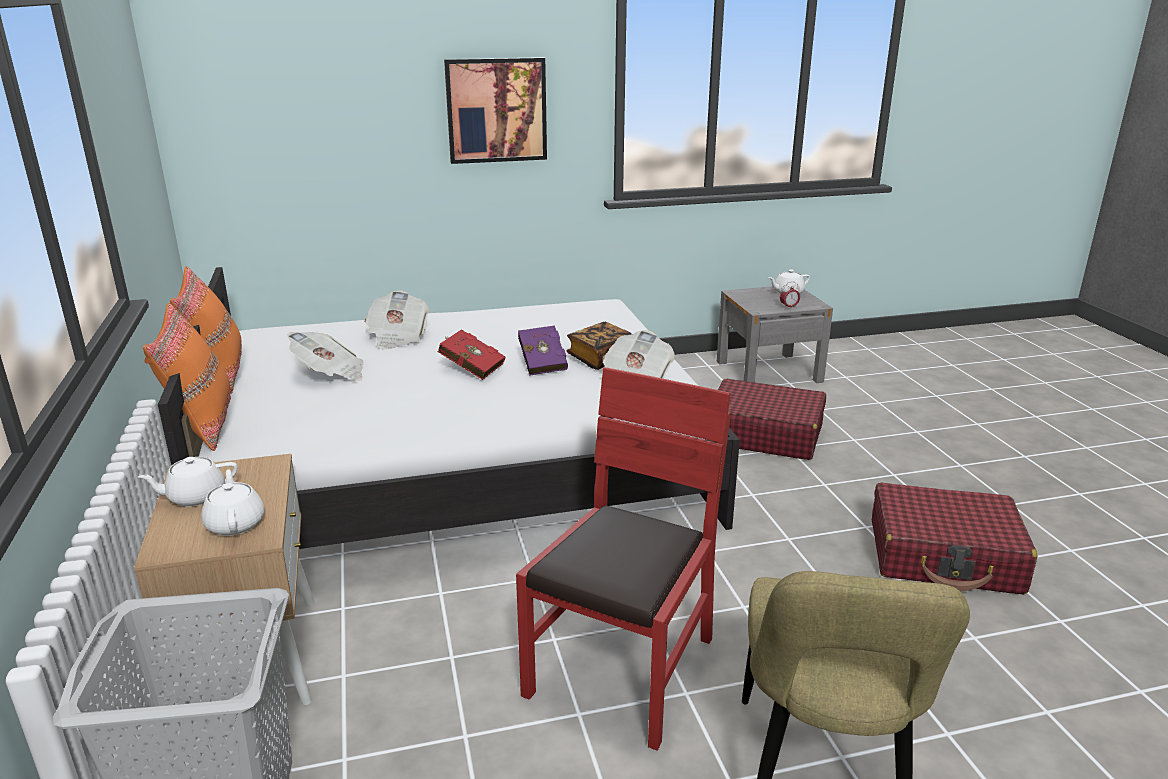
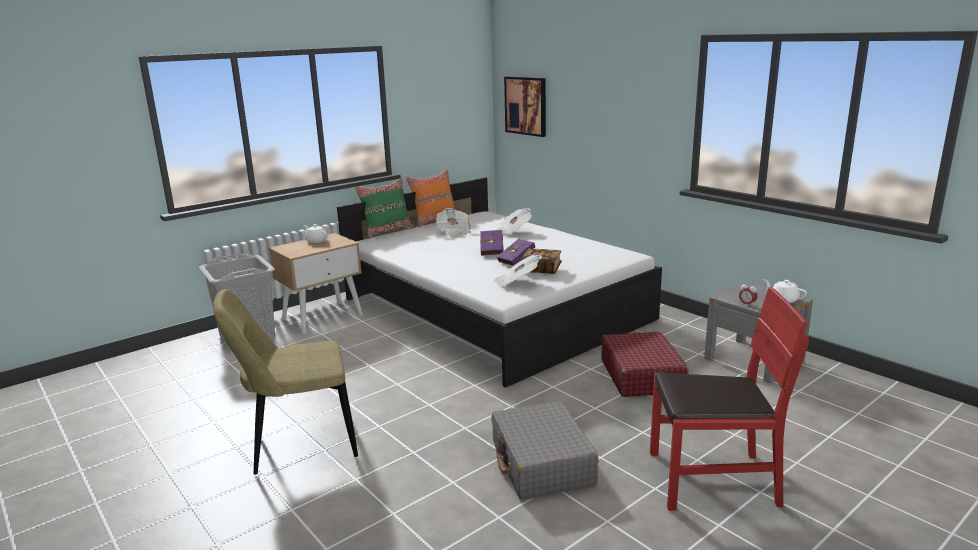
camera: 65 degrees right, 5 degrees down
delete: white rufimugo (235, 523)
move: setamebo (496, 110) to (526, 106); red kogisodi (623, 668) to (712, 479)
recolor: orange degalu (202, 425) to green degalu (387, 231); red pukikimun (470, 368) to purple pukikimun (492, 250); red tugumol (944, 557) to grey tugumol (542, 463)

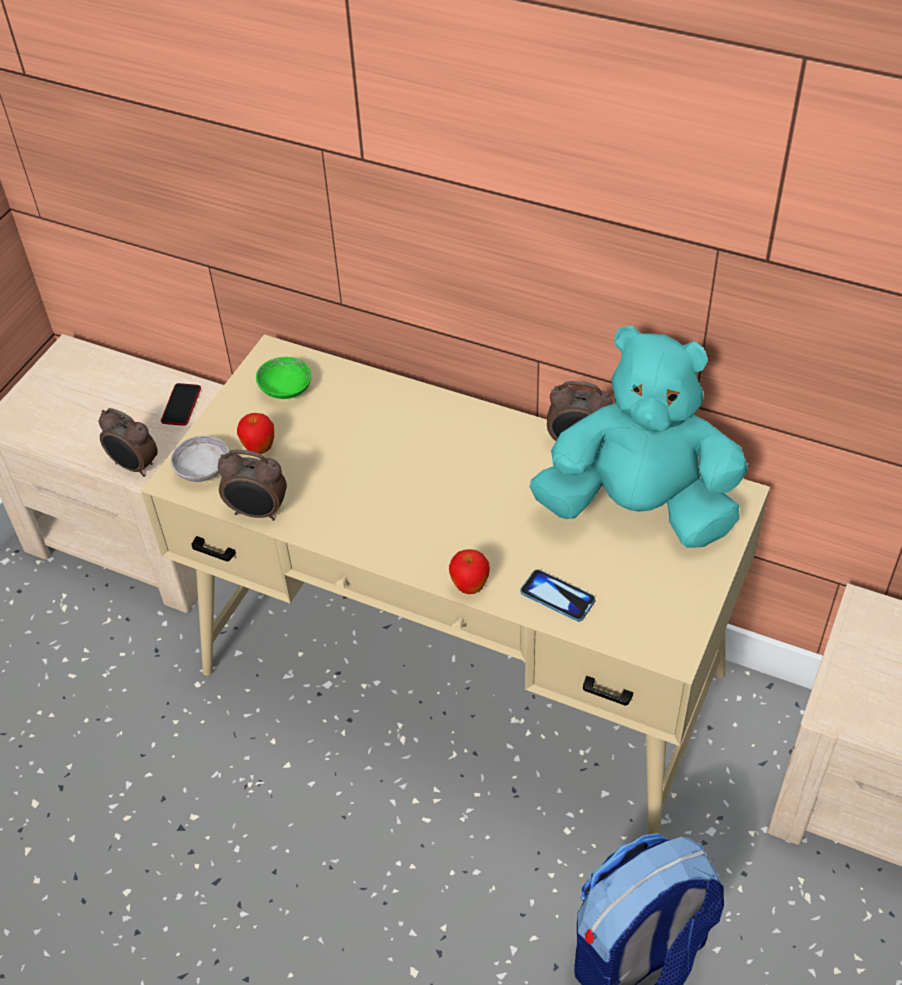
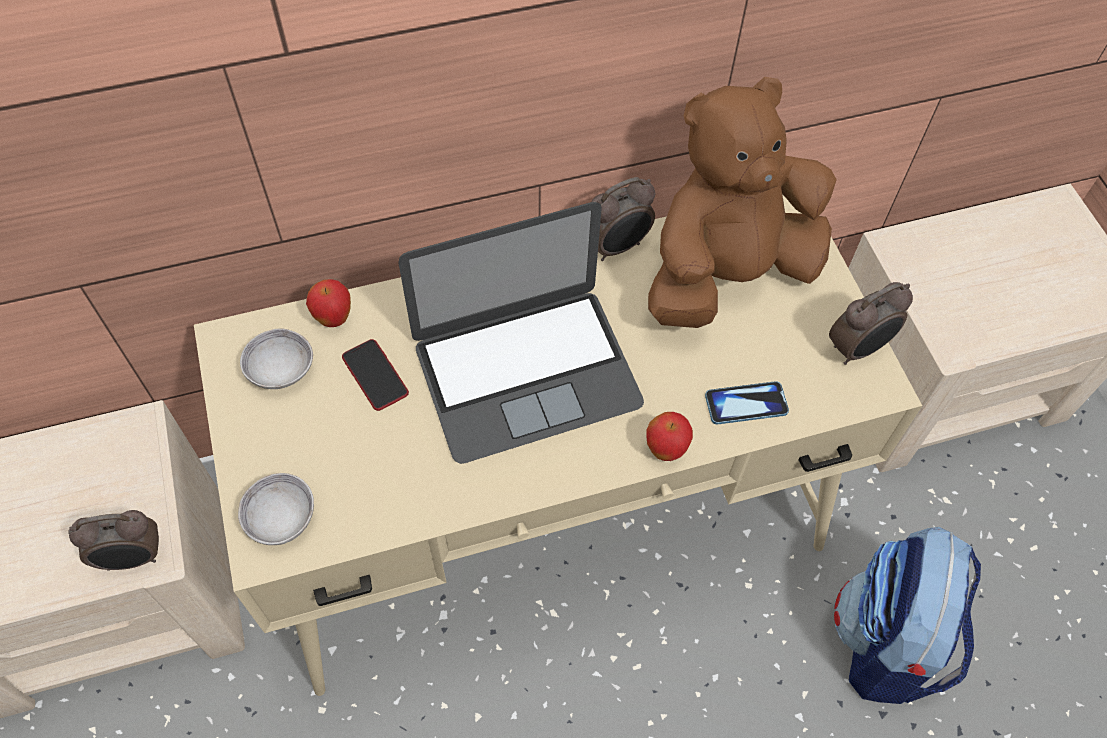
camera: 45 degrees left, 10 degrees up
insert: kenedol (527, 373)
move: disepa (181, 405) to (375, 375); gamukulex (259, 449) to (334, 319); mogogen (257, 512) to (858, 349)
recolor: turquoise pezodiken (639, 508) to brown pezodiken (727, 273); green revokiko (285, 389) to grey revokiko (281, 370)

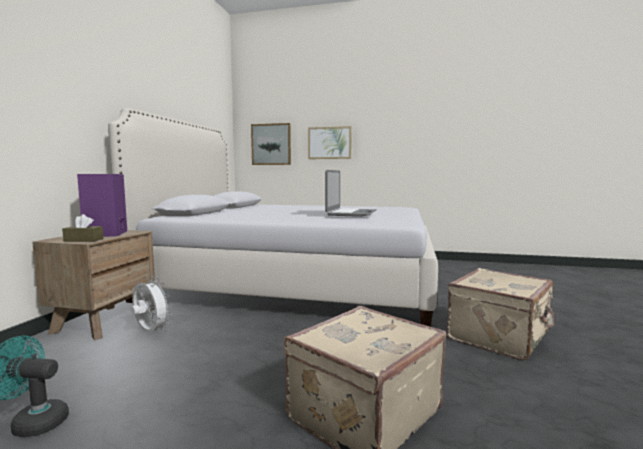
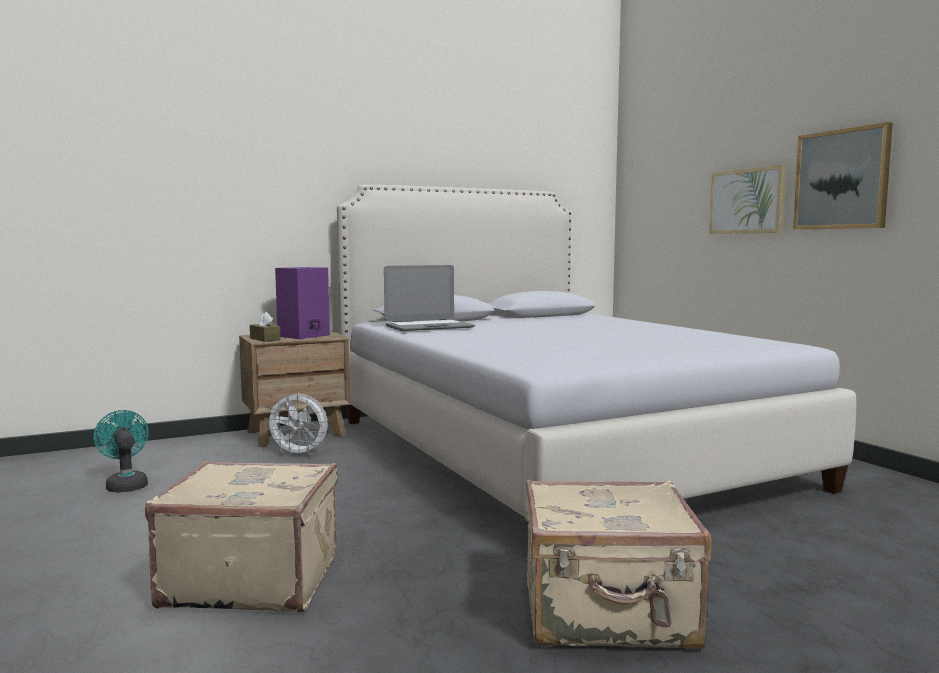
camera: 50 degrees right, 0 degrees up
move: setamebo (271, 144) to (842, 179); kenedol (351, 213) to (428, 327)
rotate: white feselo (150, 332) = (299, 454) 105 degrees clockwise

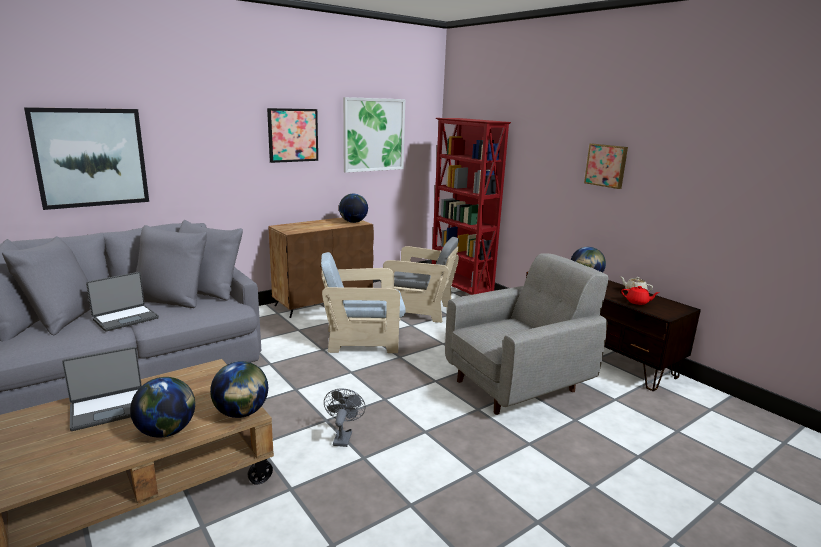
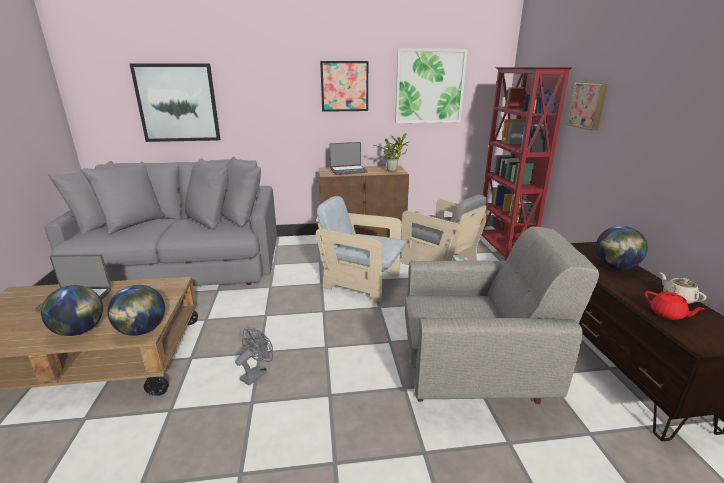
camera: 30 degrees right, 5 degrees up
move: setamebo (606, 165) to (588, 105); kenedol (125, 318) to (348, 170)
replace: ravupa (353, 222) to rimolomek (393, 170)

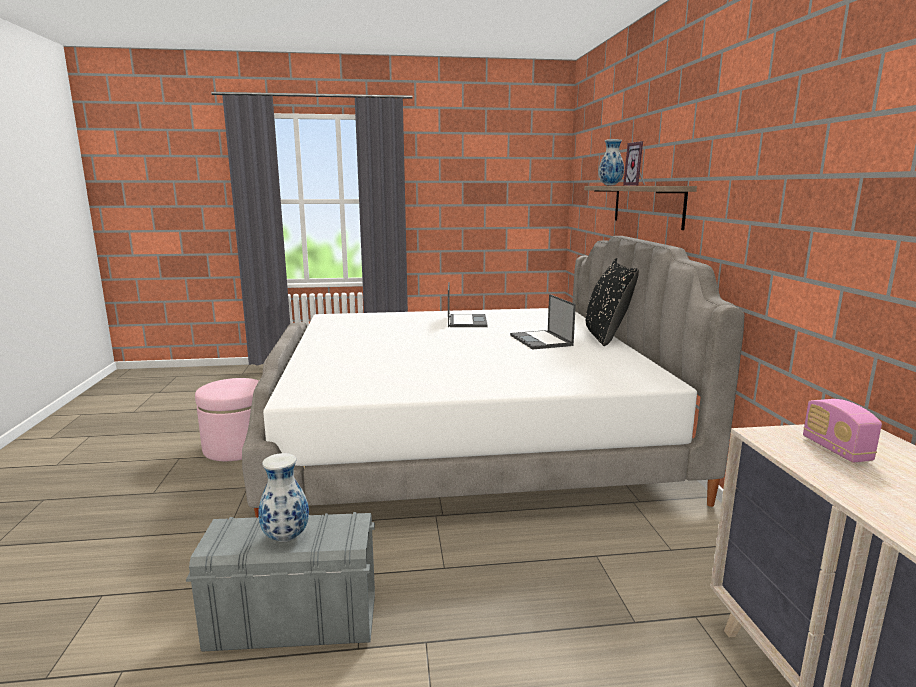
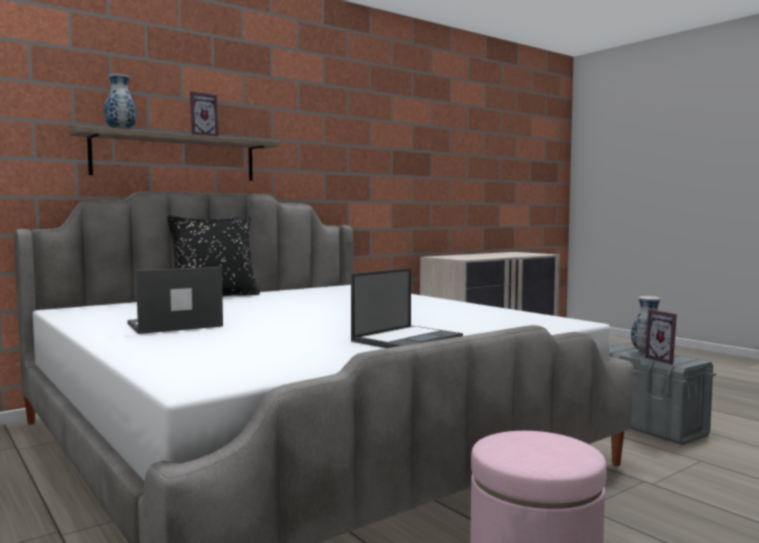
camera: 120 degrees left, 10 degrees down
delete: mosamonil (836, 450)
insert: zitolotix (665, 360)
move: kenedol (541, 340) to (407, 339)

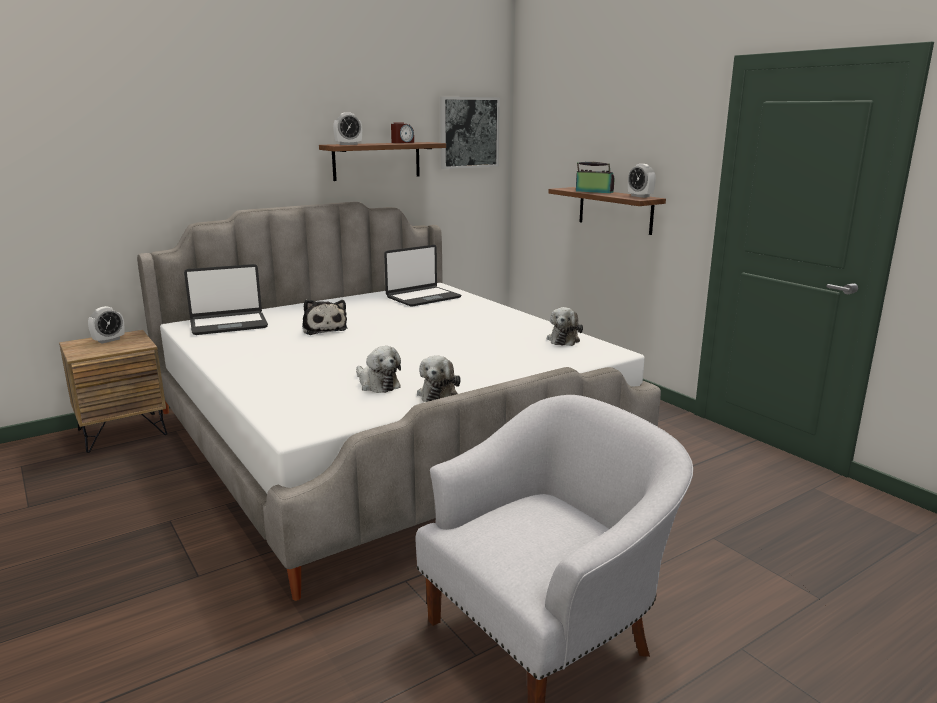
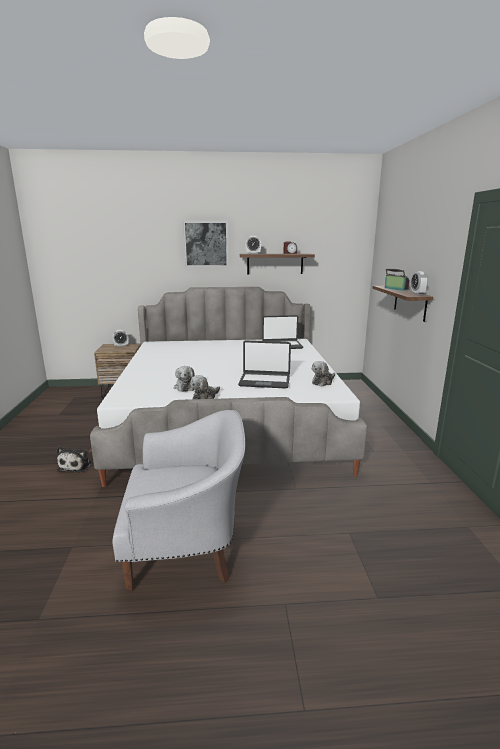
camera: 30 degrees right, 0 degrees up
move: setamebo (469, 132) to (206, 244); kenedol (228, 324) to (264, 381); pezodiken (324, 329) to (76, 465)

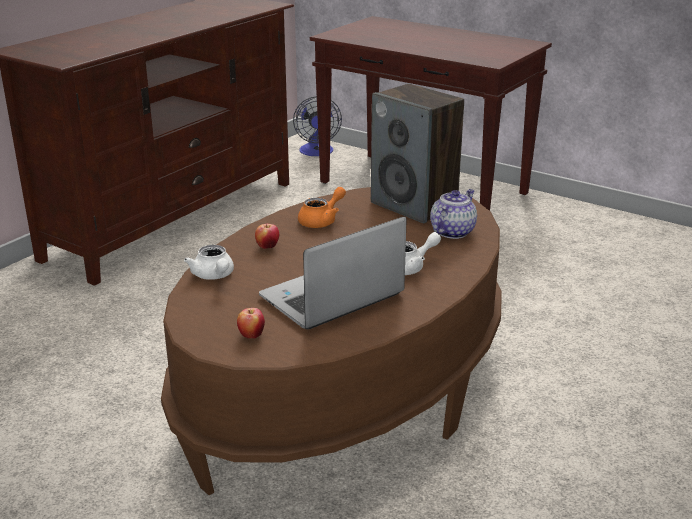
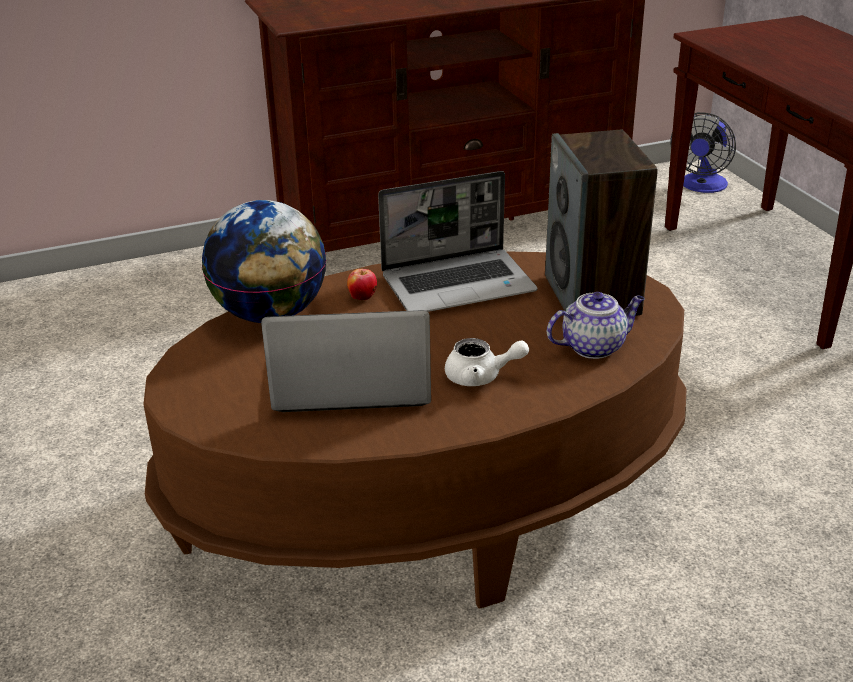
camera: 35 degrees right, 5 degrees up
delete: gamukulex (251, 335)
replace: orange rufimugo (322, 221) to kenedol (459, 283); white rufimugo (214, 276) to ravupa (270, 314)

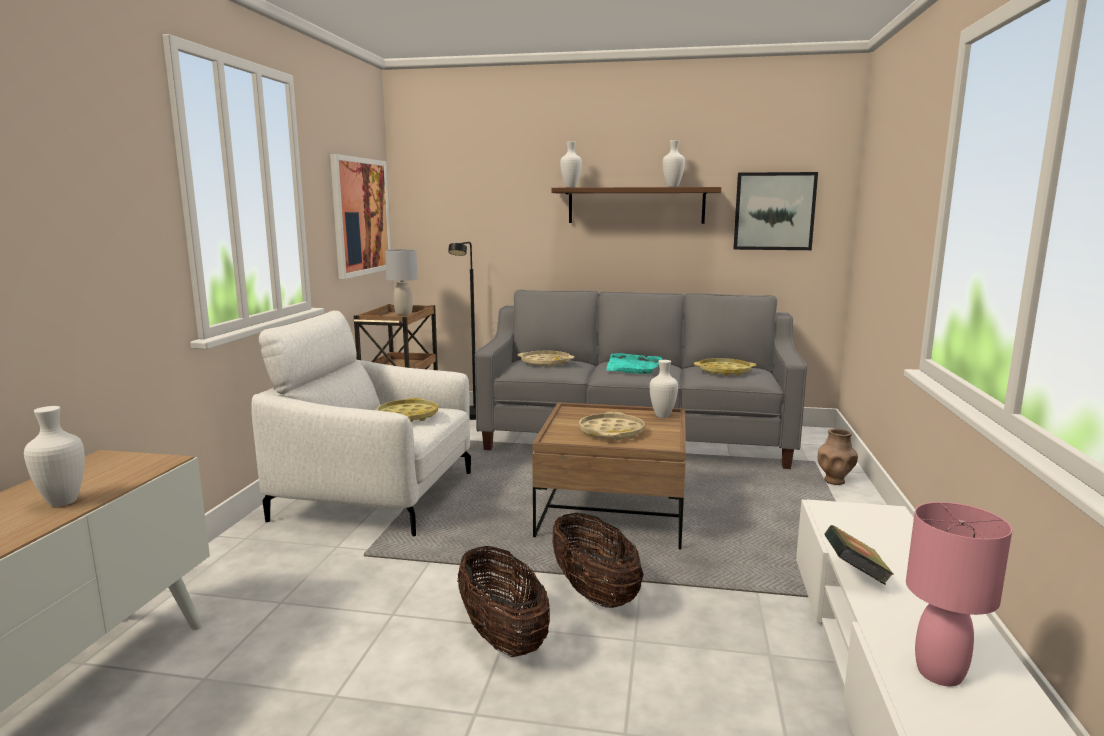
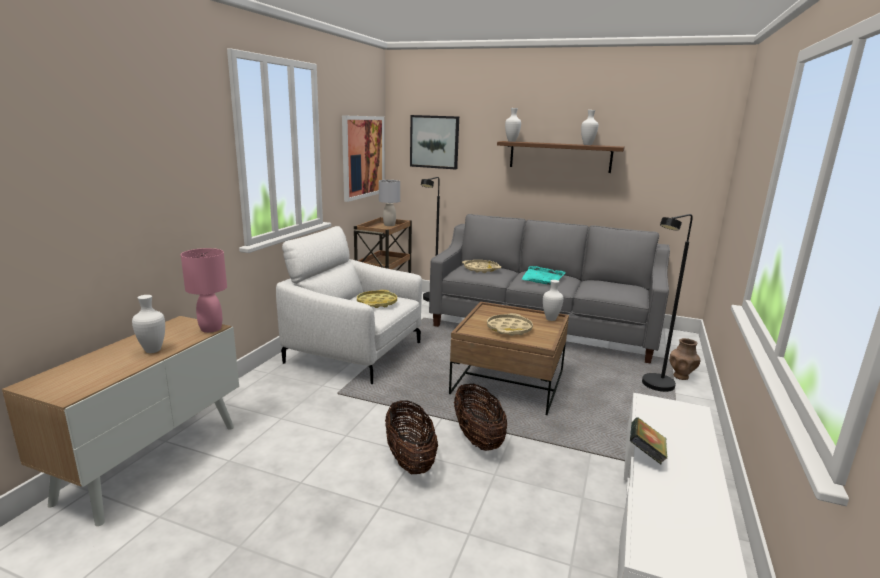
camera: 10 degrees right, 5 degrees up
delete: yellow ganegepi (724, 371)
insert: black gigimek (653, 387)
move: setamebo (774, 211) to (434, 142); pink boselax (939, 673) to (211, 329)

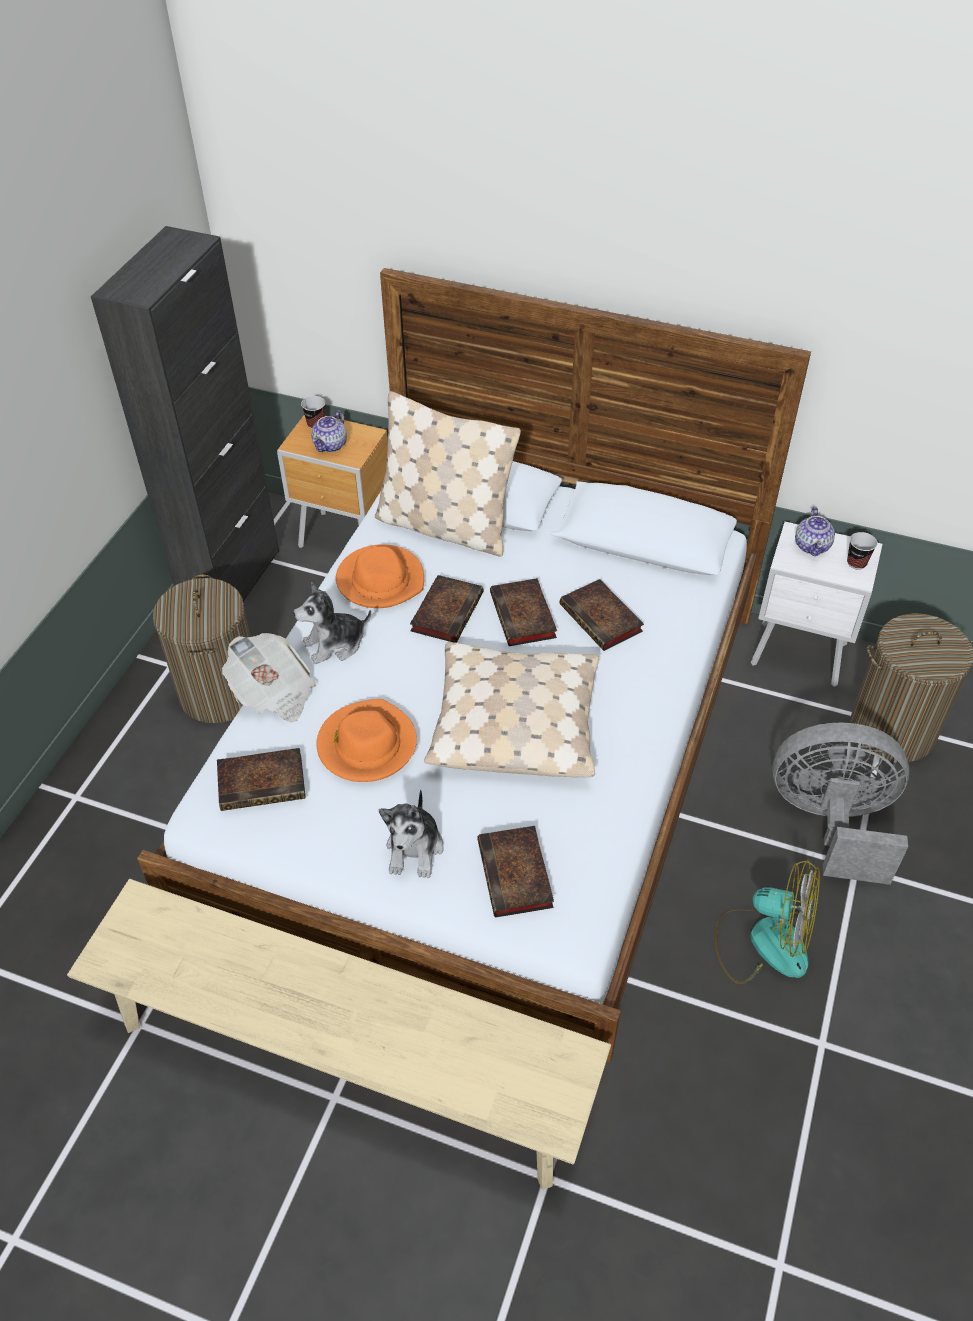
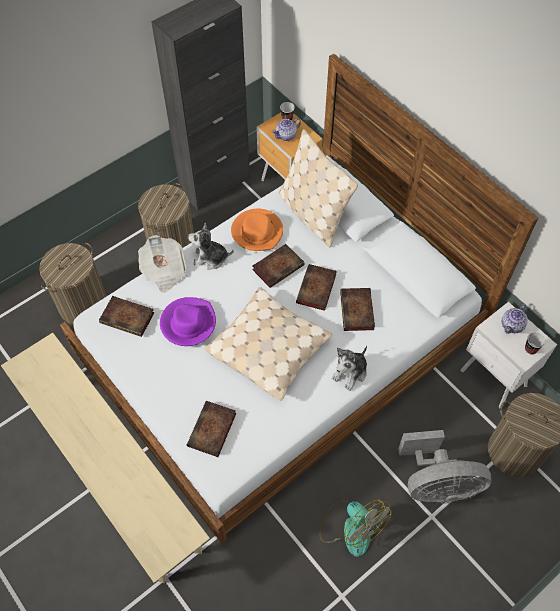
camera: 30 degrees right, 10 degrees up
insert: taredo (83, 304)
move: pezodiken (415, 849) to (350, 372)
recolor: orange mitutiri (366, 745) to purple mitutiri (188, 323)
rotate: grey feselo (831, 823) = (436, 485) 135 degrees clockwise

